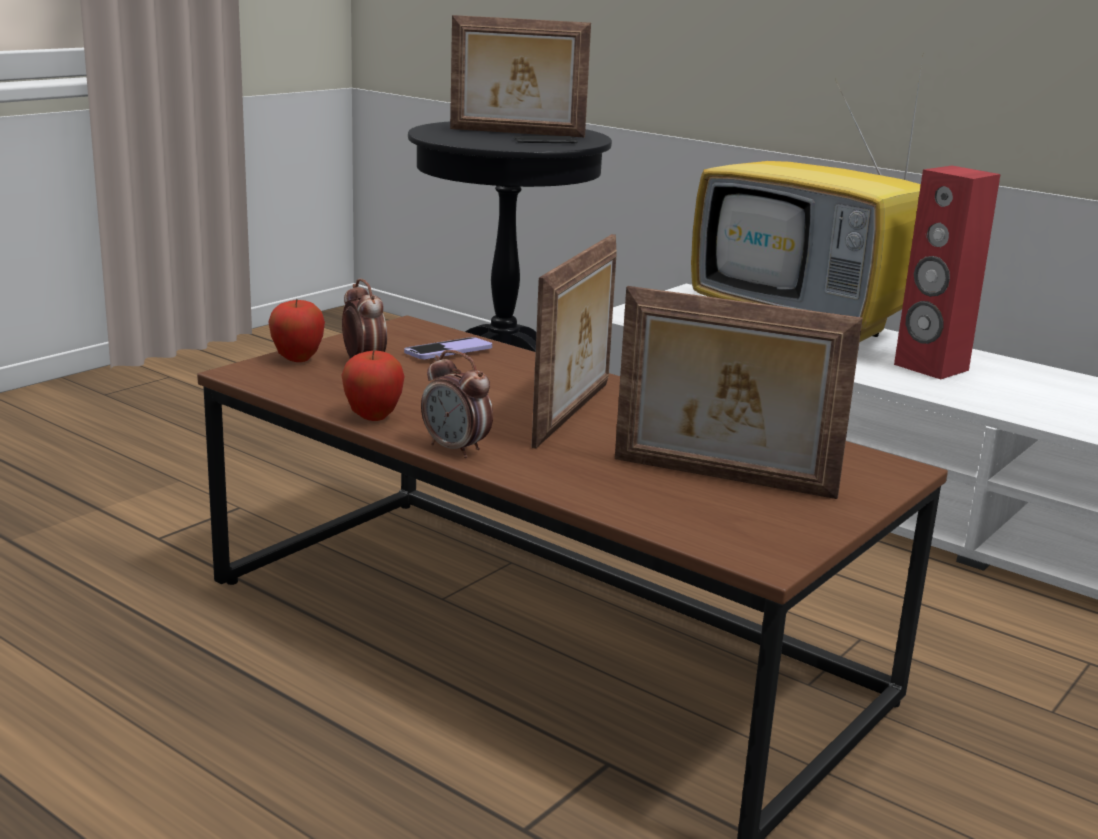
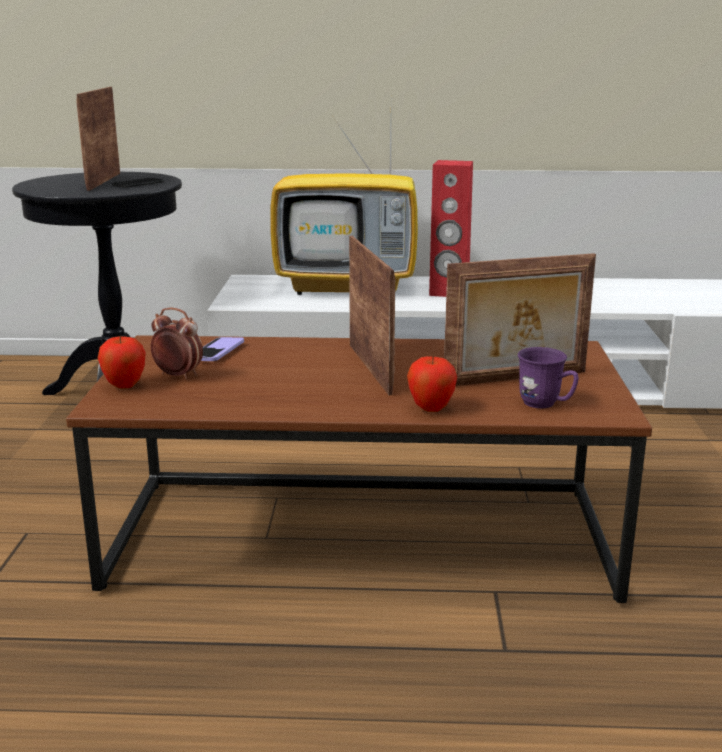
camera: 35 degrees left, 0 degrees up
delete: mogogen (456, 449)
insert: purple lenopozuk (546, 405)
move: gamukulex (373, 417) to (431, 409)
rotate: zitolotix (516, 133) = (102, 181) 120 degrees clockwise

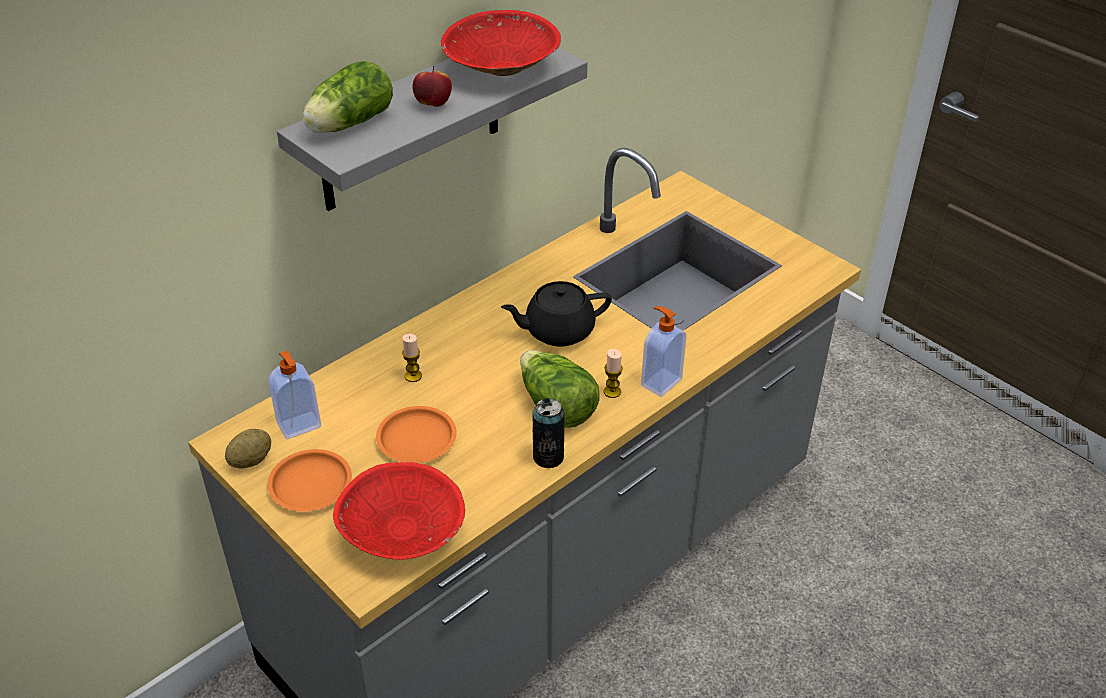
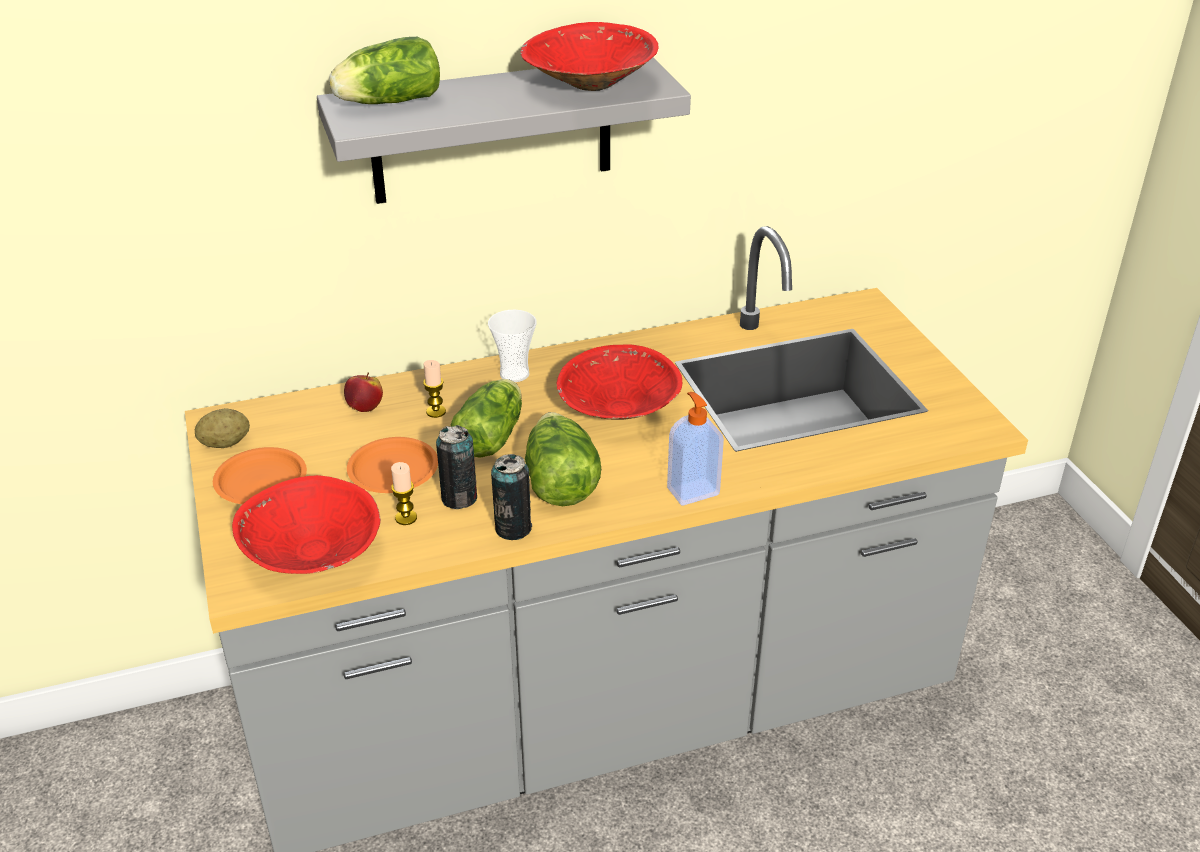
camera: 25 degrees right, 5 degrees down
delete: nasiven (299, 426)
insert: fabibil (514, 374); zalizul (493, 434); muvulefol (459, 498)
move: gamukulex (433, 104) to (365, 408); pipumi (612, 392) to (406, 518)
replace: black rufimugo (558, 330) to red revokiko (617, 409)

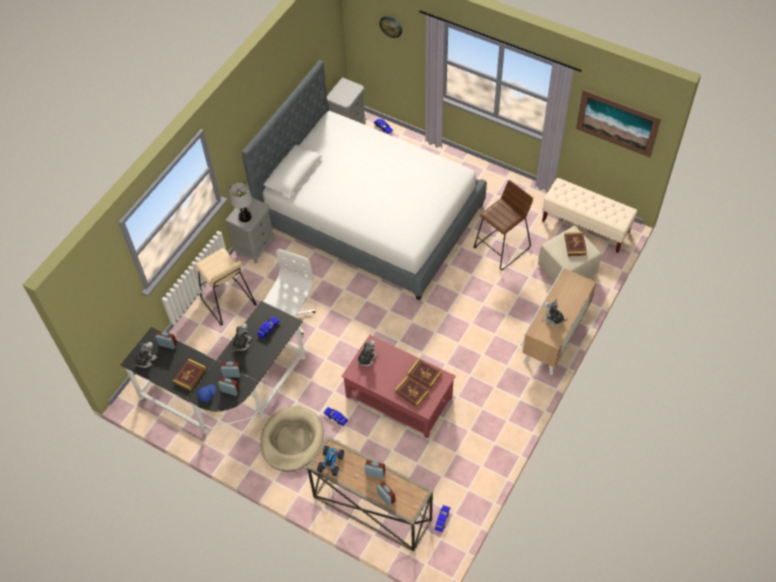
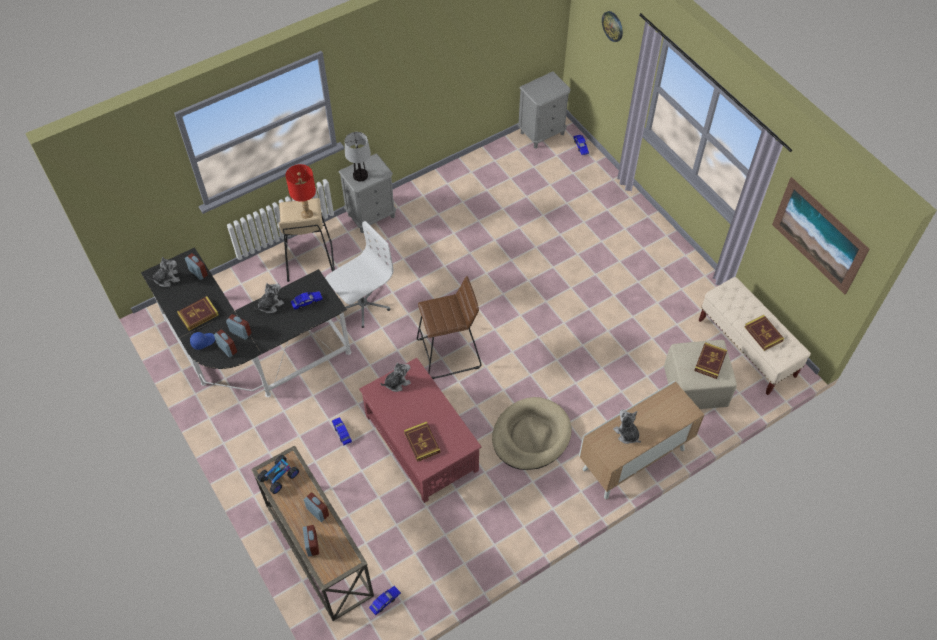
camera: 25 degrees right, 0 degrees up
delete: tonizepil (370, 215)
insert: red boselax (306, 214)
move: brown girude (502, 247) to (449, 353); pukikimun (424, 374) to (763, 334); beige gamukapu (292, 440) to (531, 435)

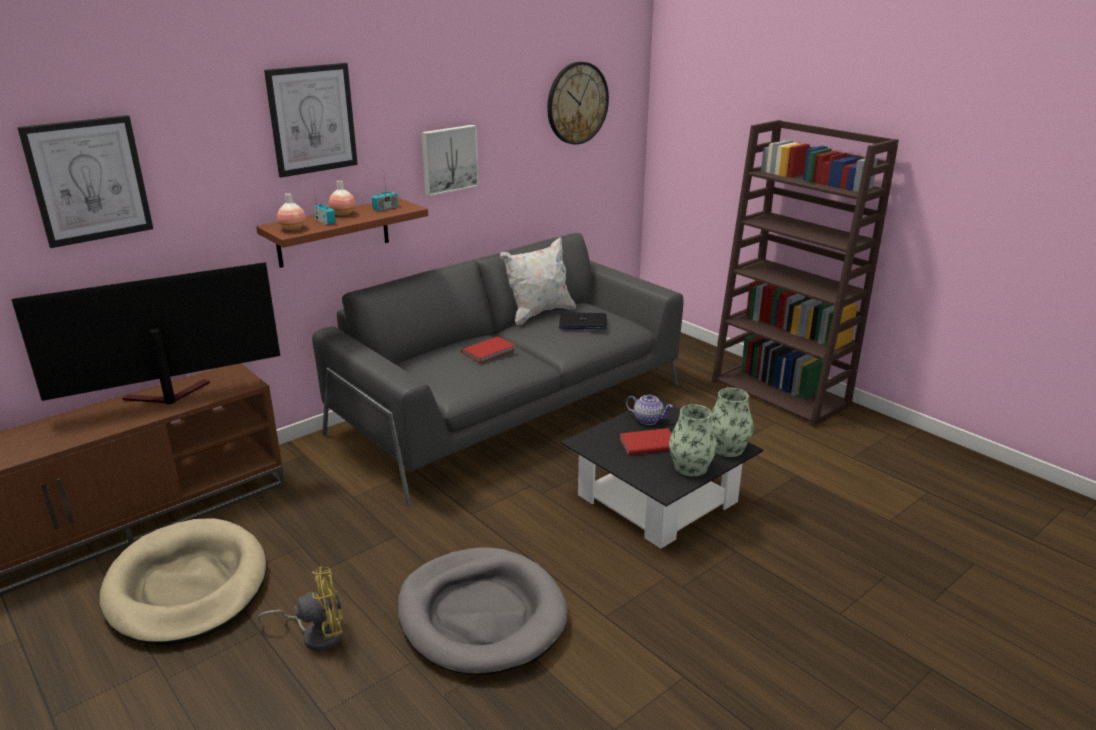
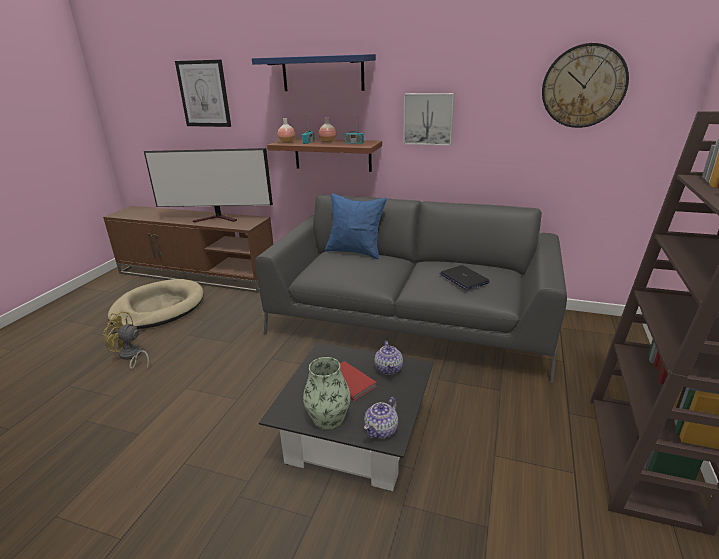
camera: 60 degrees right, 0 degrees up
delete: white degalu (539, 313); red pukikimun (490, 352); grey gamukapu (481, 615)
insert: blue degalu (355, 252)
replace: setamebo (312, 119) to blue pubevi (322, 73); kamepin (727, 448) to rufimugo (381, 430)
rotate: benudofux (166, 397) = (218, 219) 150 degrees clockwise; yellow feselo (316, 634) = (131, 356) 150 degrees clockwise

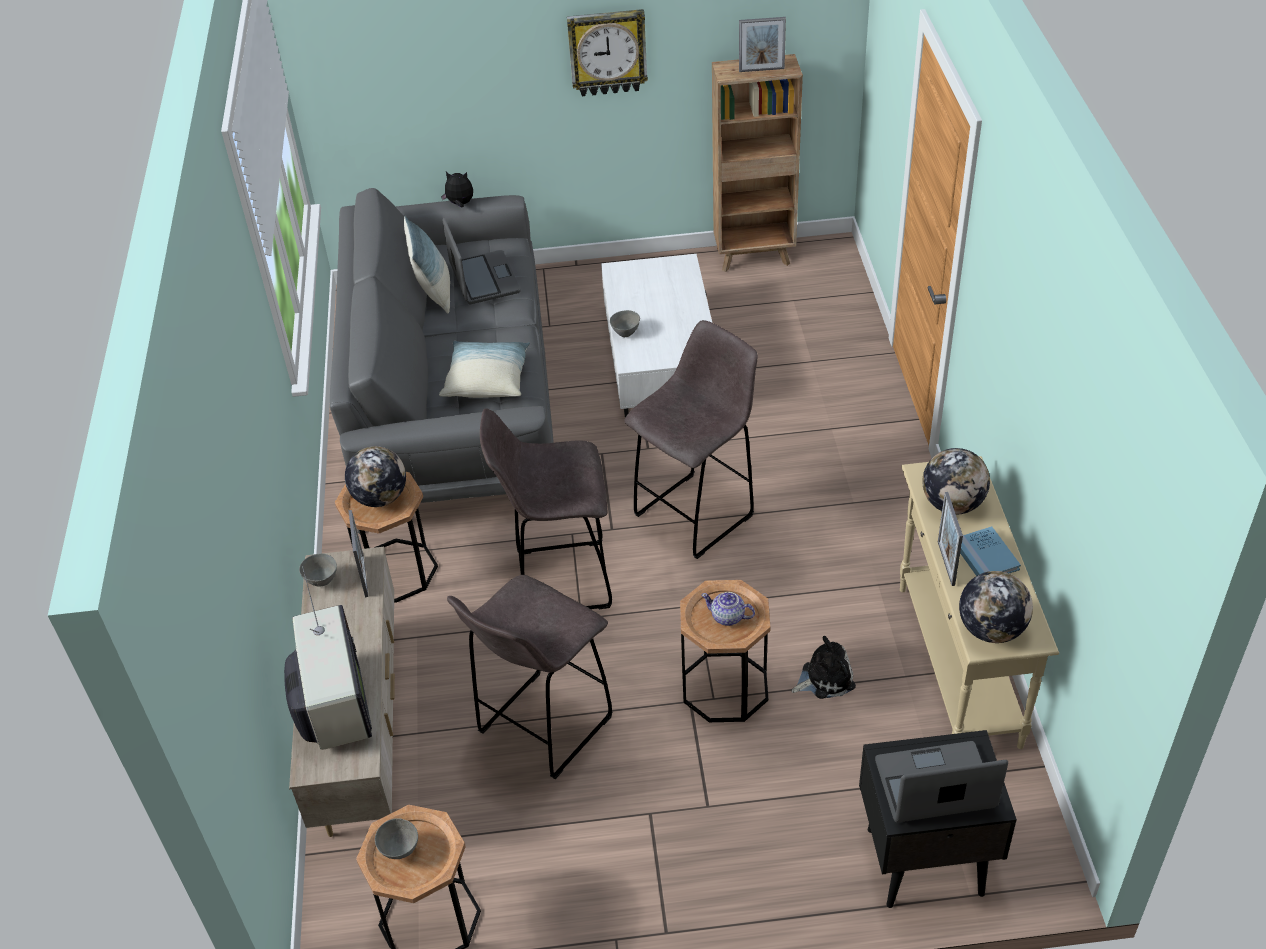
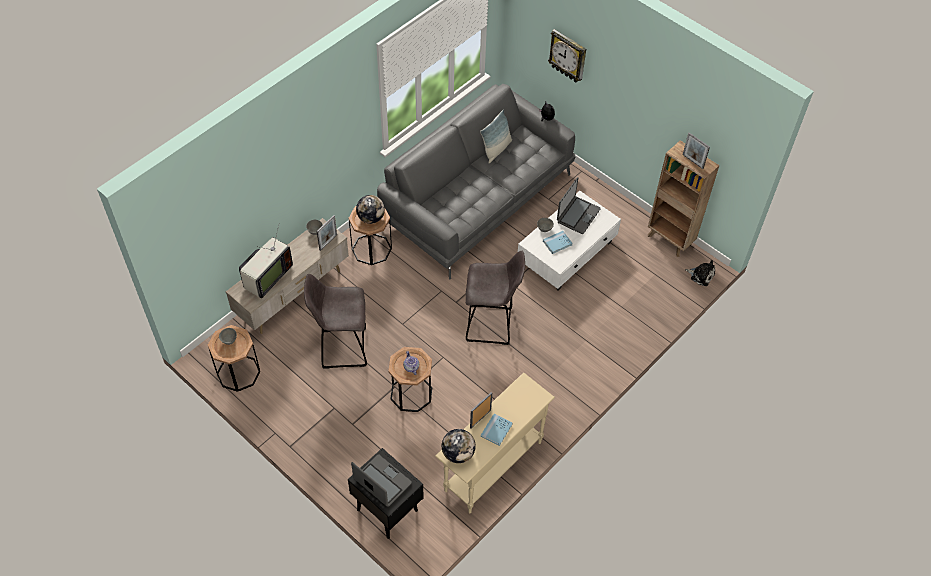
camera: 45 degrees right, 10 degrees up
delete: degalu (487, 380); grey girude (559, 579); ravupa (952, 504)
insert: blue pukikimun (557, 243)
move: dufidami (607, 52) to (568, 56); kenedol (483, 279) to (578, 215); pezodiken (824, 678) to (701, 275)

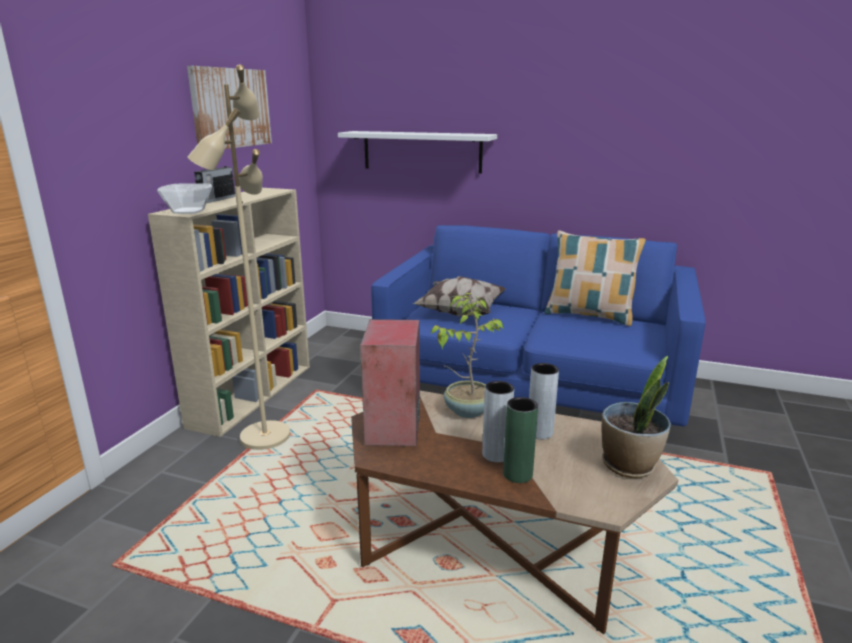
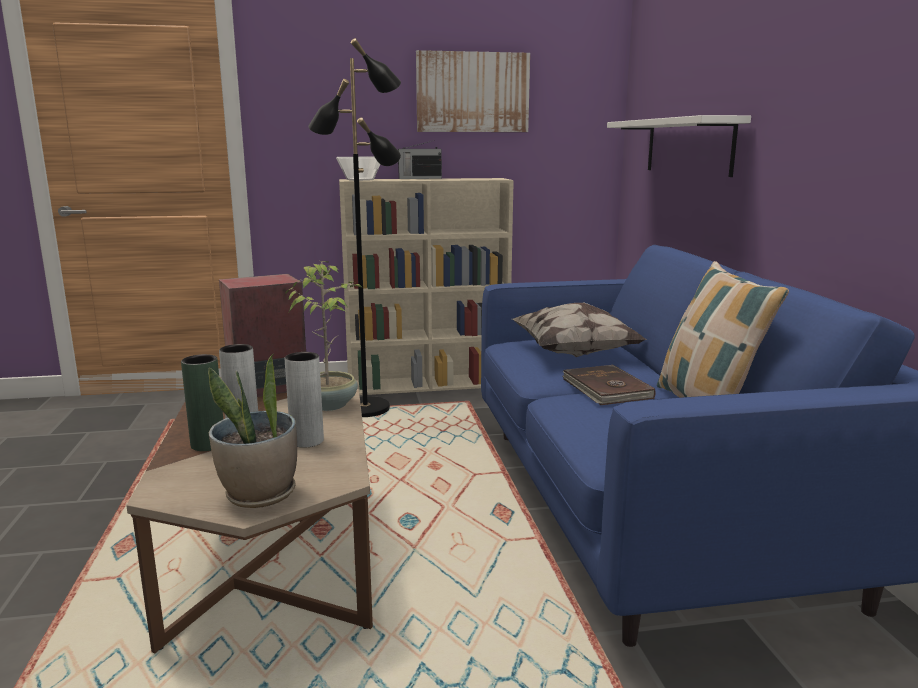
camera: 60 degrees right, 5 degrees down
insert: brown pukikimun (606, 389)
recolor: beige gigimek (264, 436) to black gigimek (365, 408)

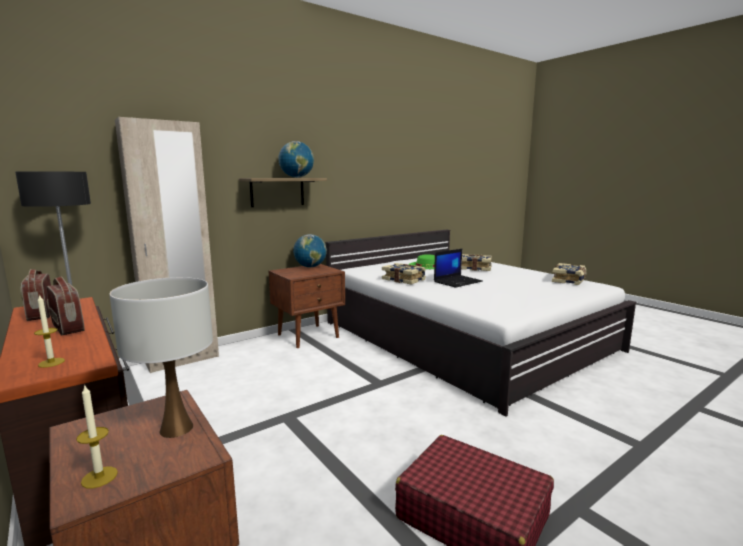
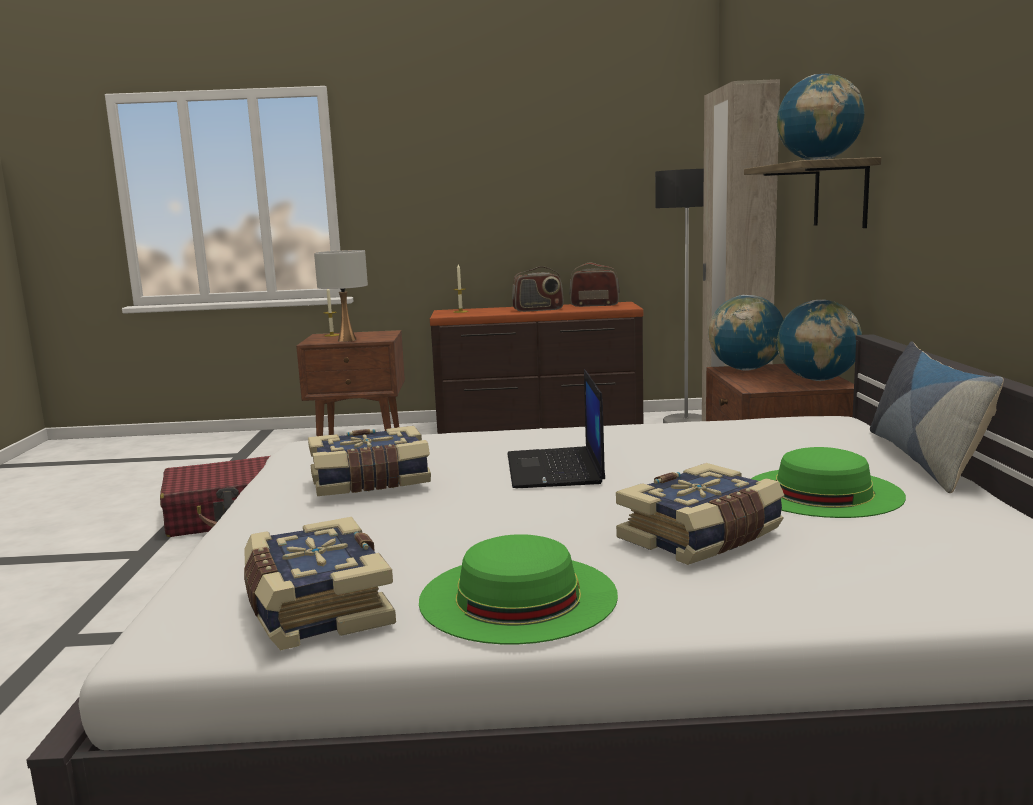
camera: 125 degrees right, 0 degrees up
insert: ravupa (745, 369); degalu (924, 459); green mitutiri (518, 596)
move: pukikimun (404, 280) to (370, 482)

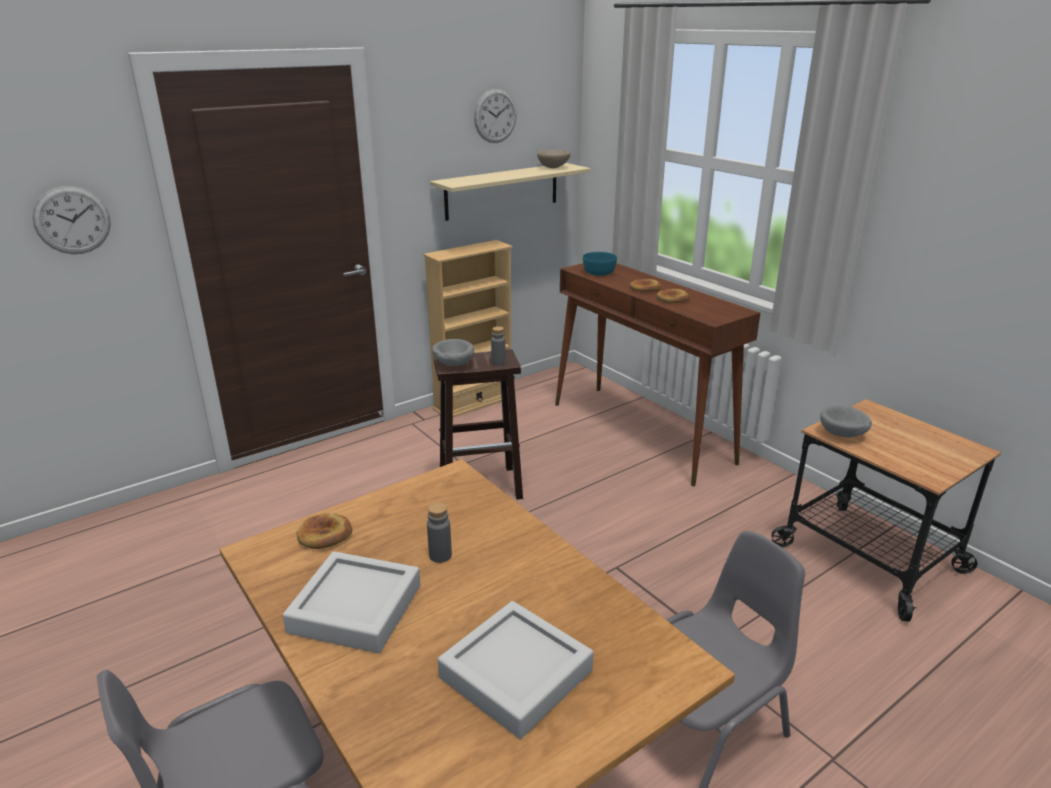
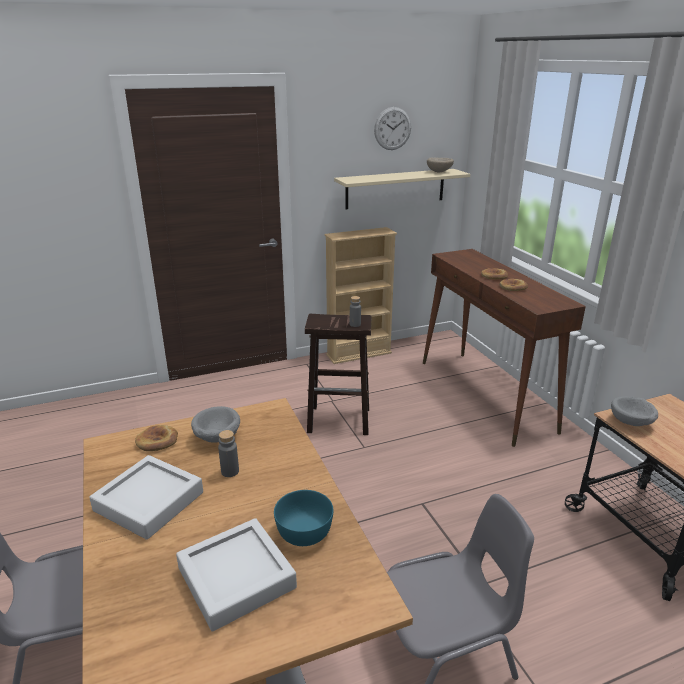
camera: 15 degrees right, 0 degrees up
delete: dufidami (72, 220)
move: turquoise revokiko (598, 272) to (303, 531); grey revokiko (453, 365) to (217, 438)

